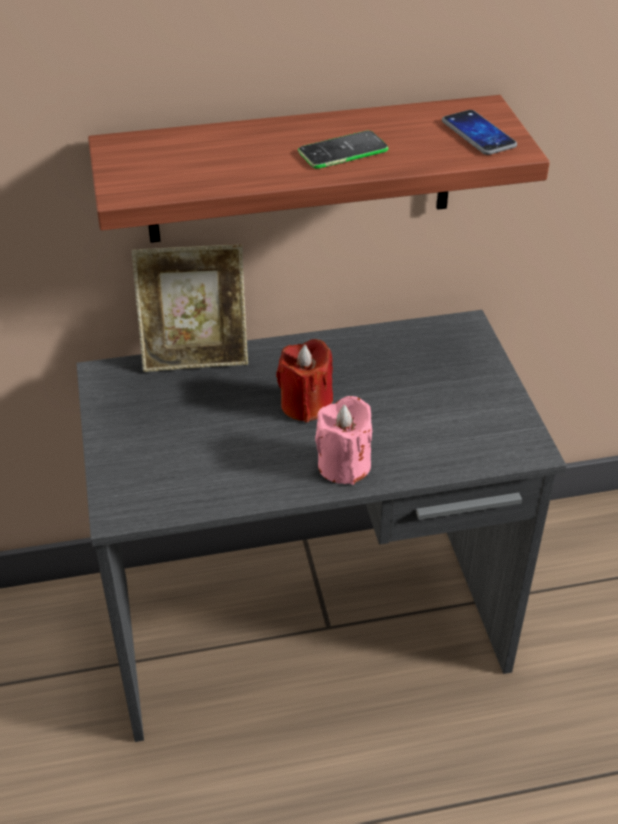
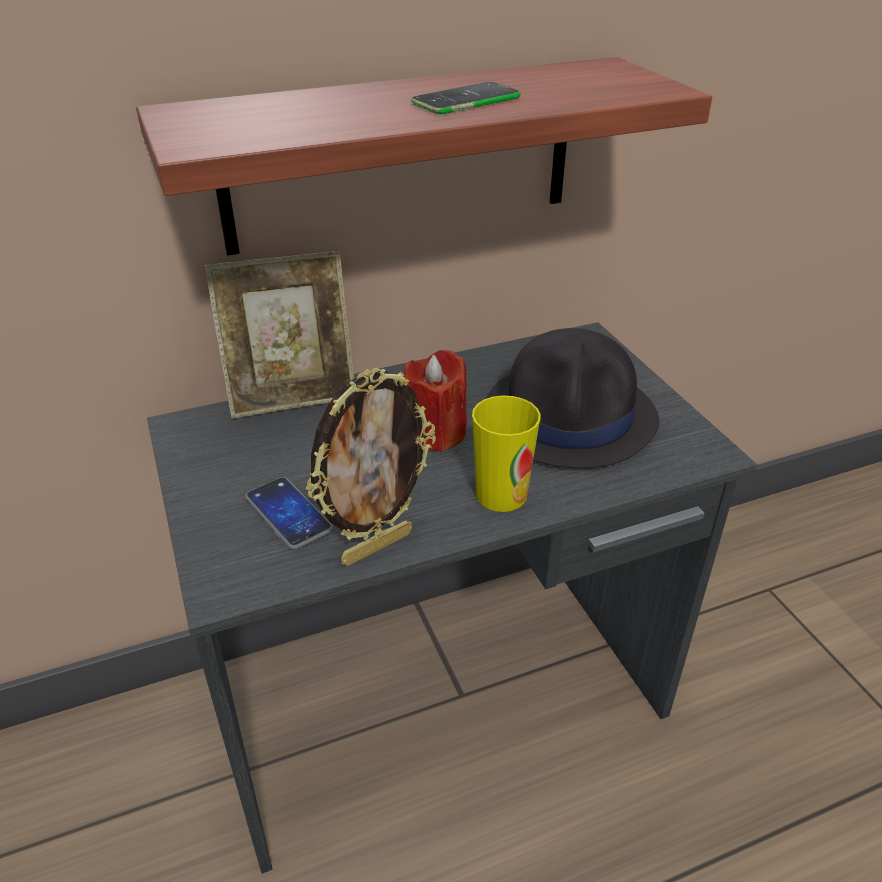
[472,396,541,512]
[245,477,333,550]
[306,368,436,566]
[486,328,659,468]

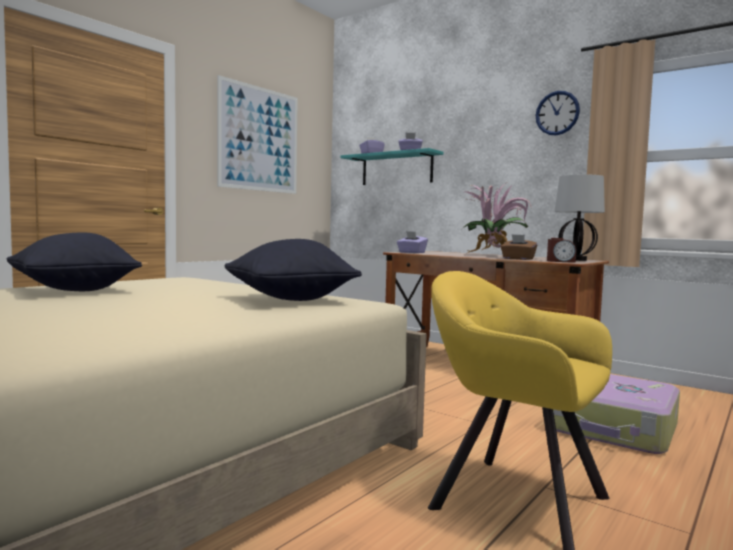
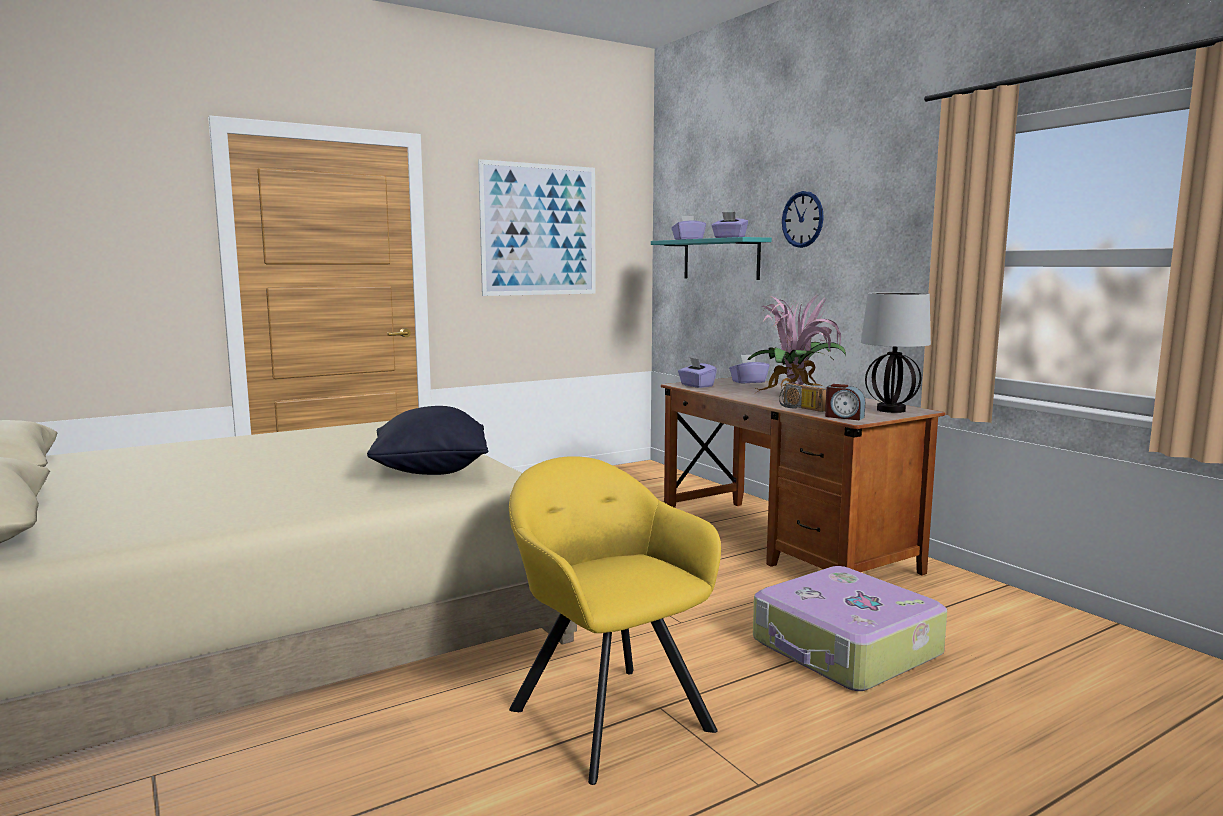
[7,233,142,291] (first image)
[779,383,826,412]
[782,191,824,248]
[729,355,769,383]

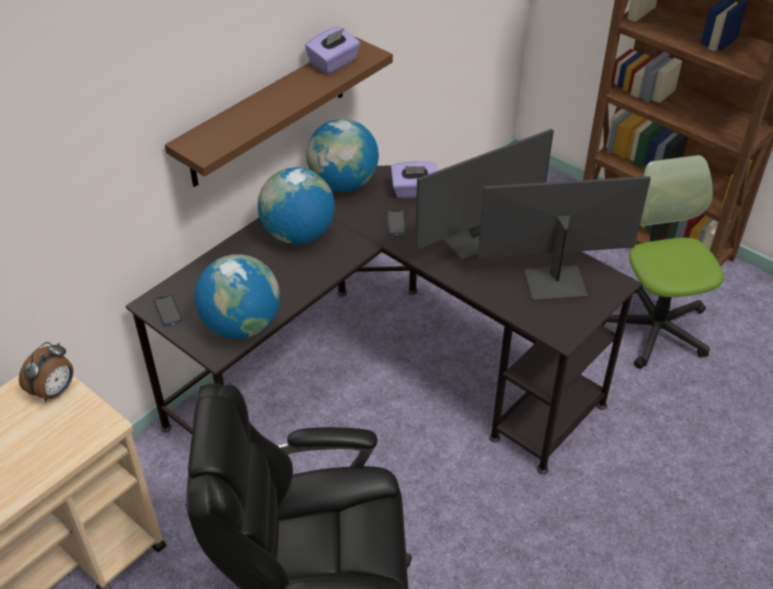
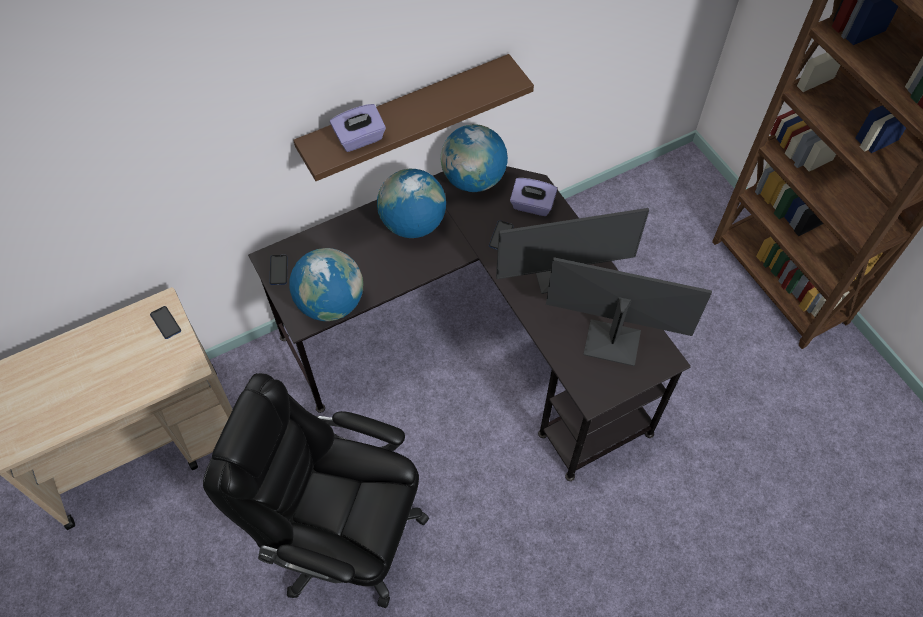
[150,306,181,339]
[330,104,386,152]
[601,155,724,369] (first image)

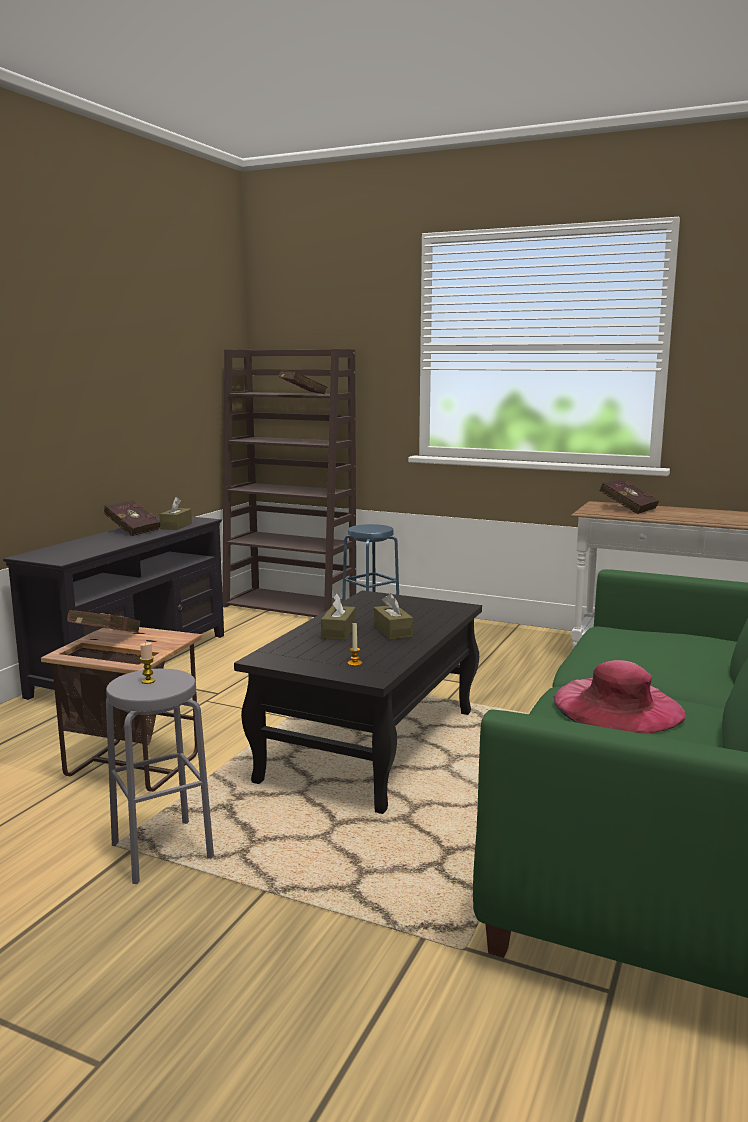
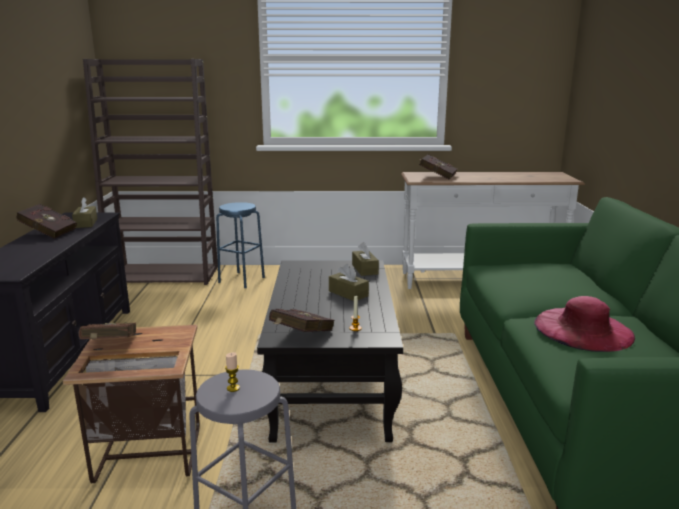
[269,309,335,332]
[352,242,379,276]

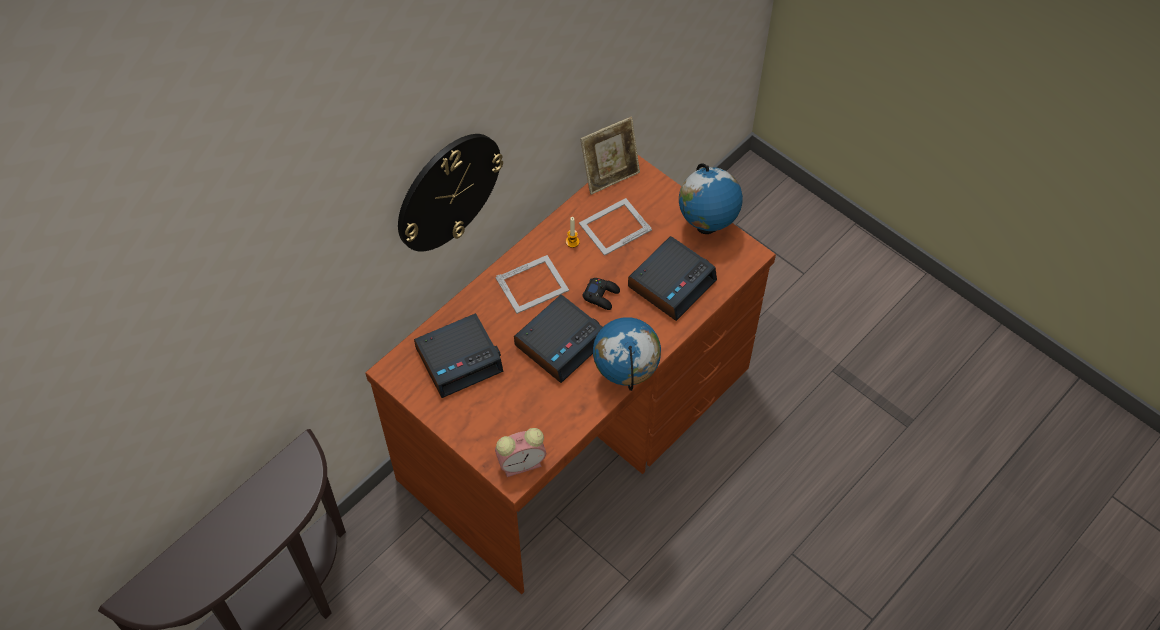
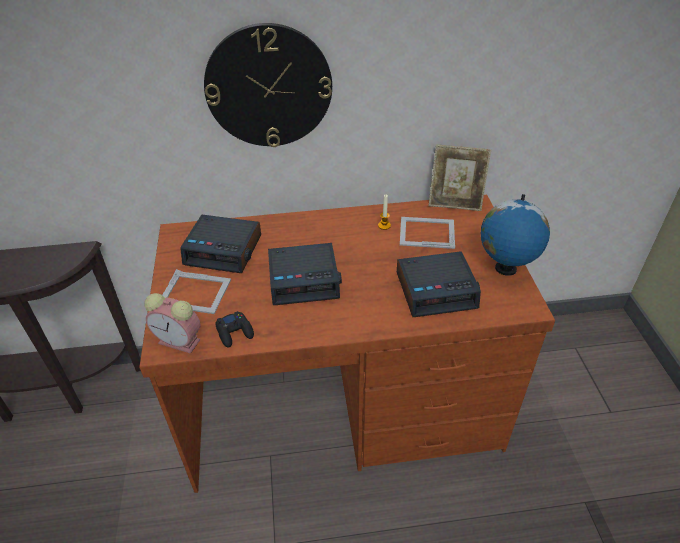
[162,269,231,314]
[215,311,254,348]
[593,317,661,391] (first image)

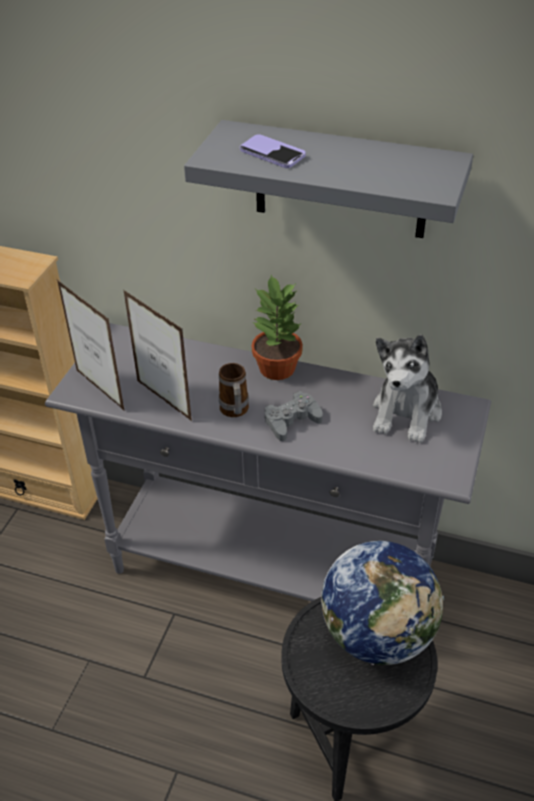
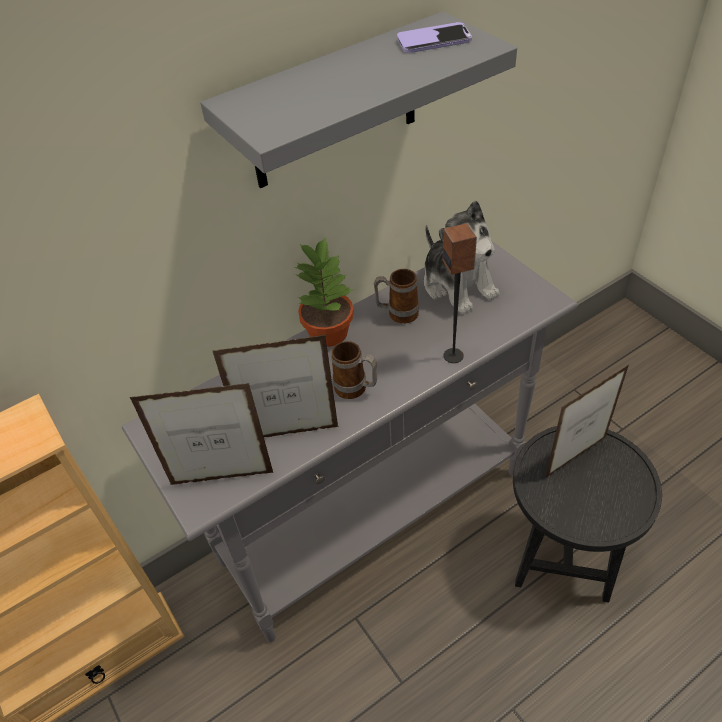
[397,22,472,53]
[265,391,323,441] (first image)
[545,365,629,478]
[374,269,419,324]
[443,223,477,363]

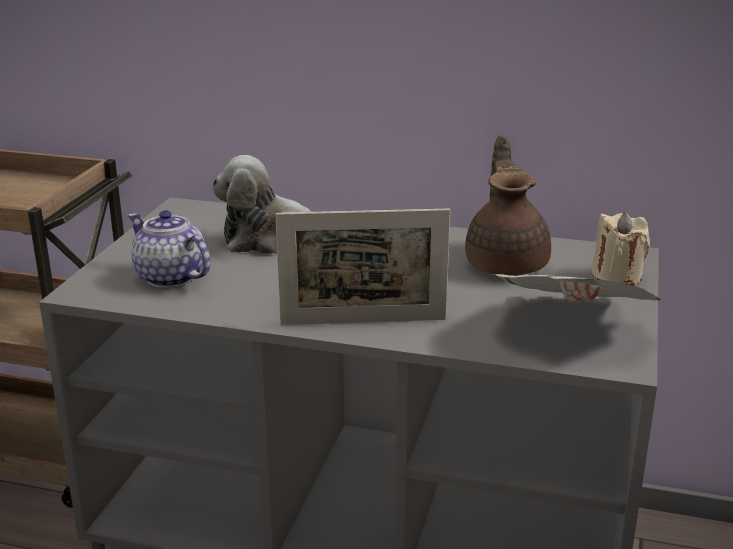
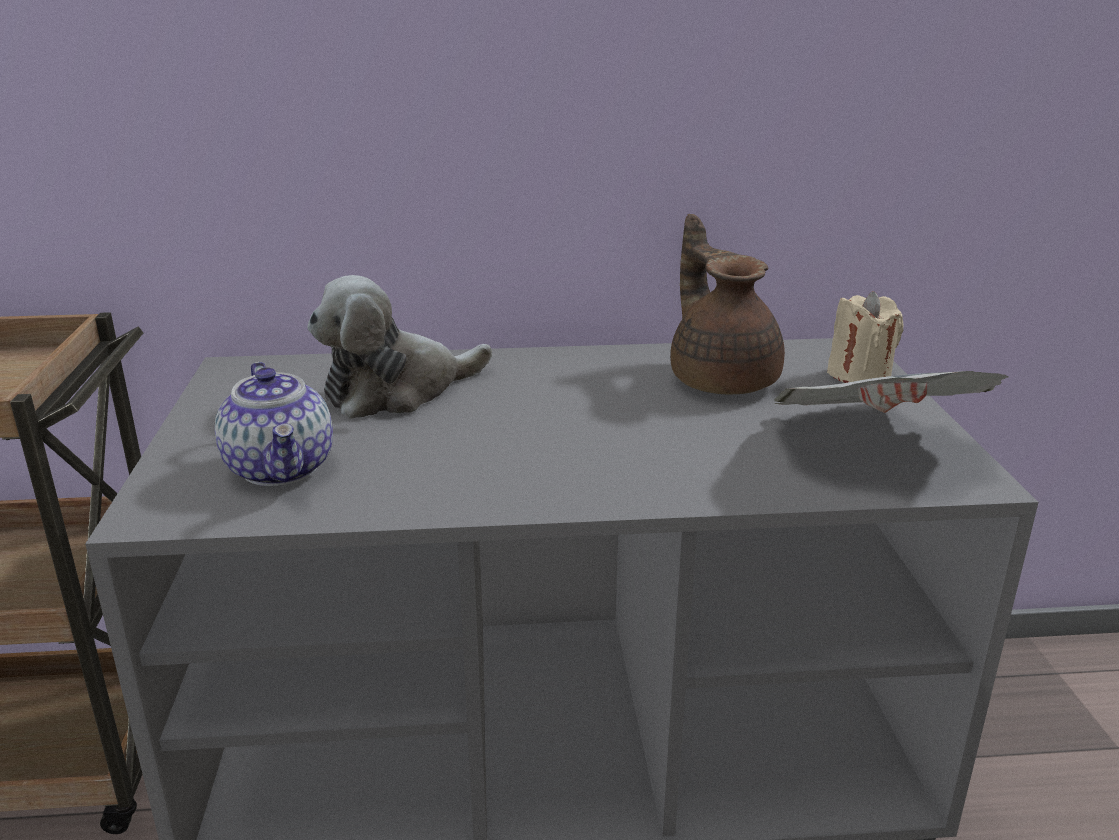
[215,362,333,486]
[276,209,450,325] (first image)

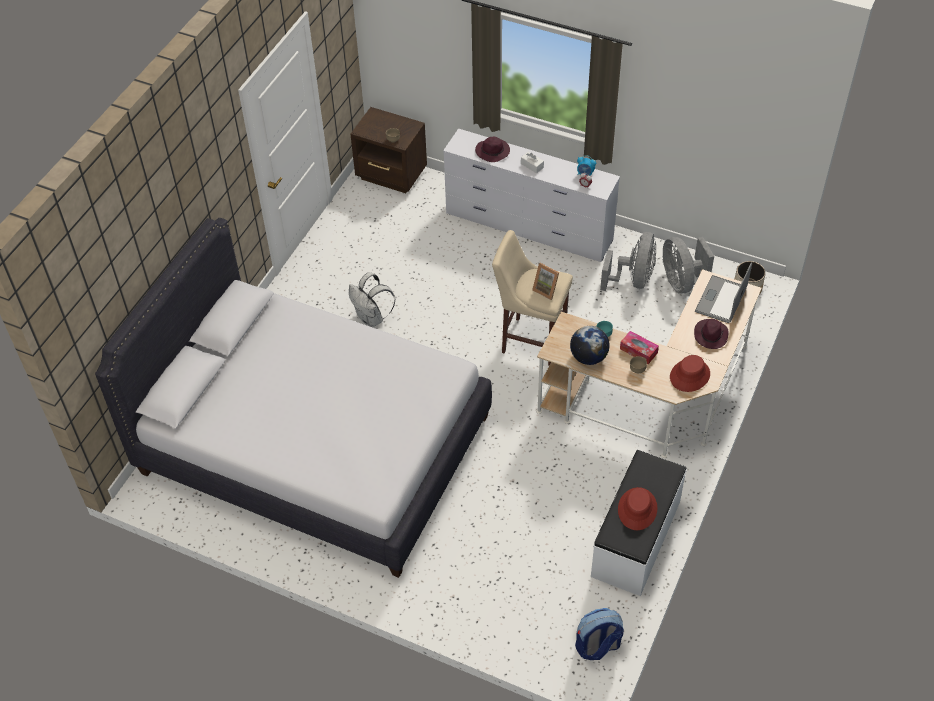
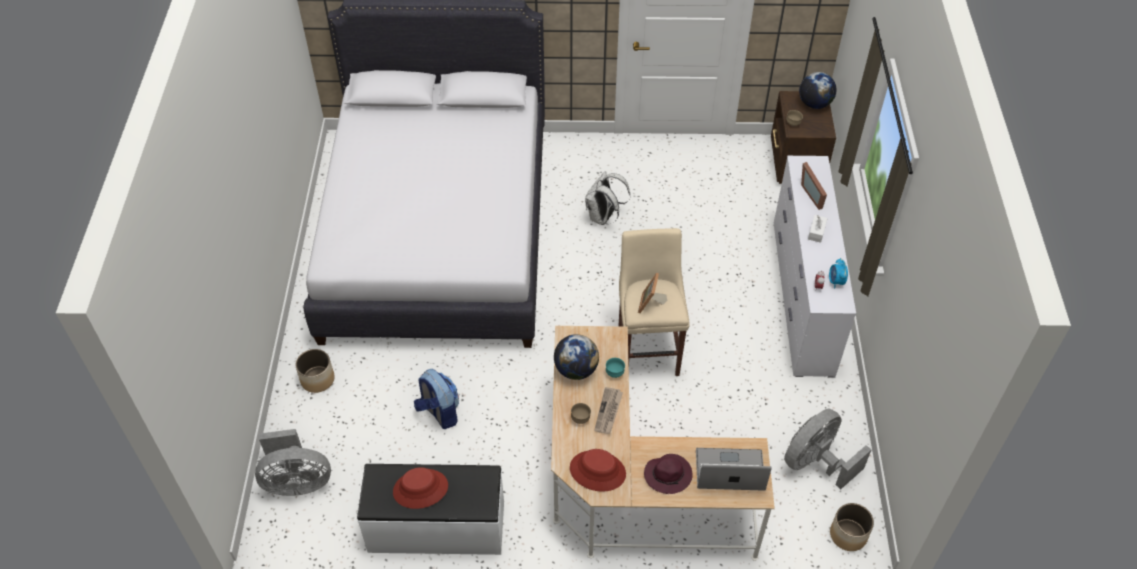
[801,162,827,210]
[414,369,459,429]
[255,429,331,496]
[594,387,623,434]
[296,349,335,393]
[799,72,837,109]

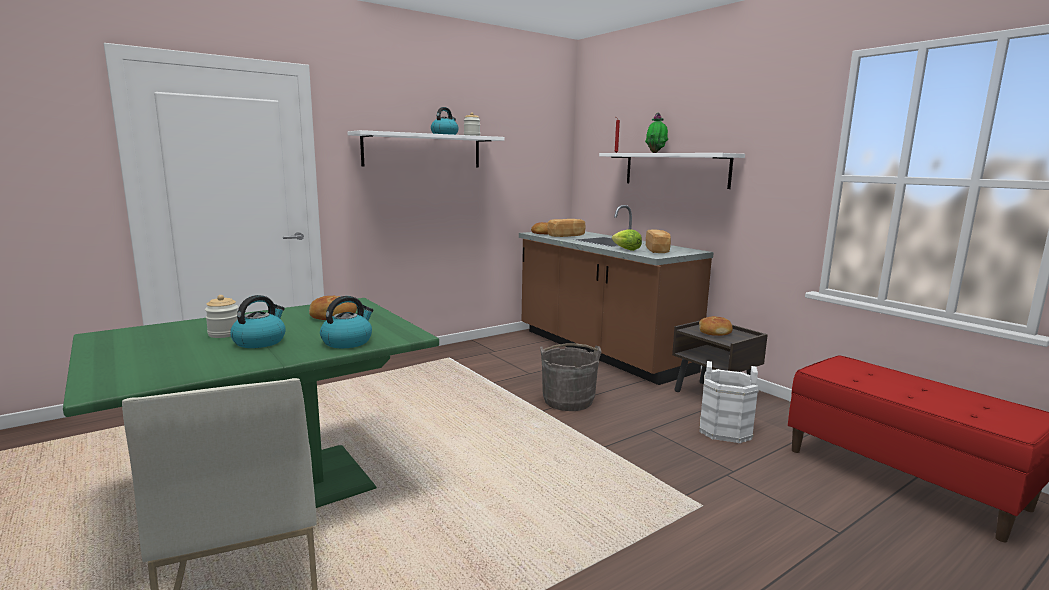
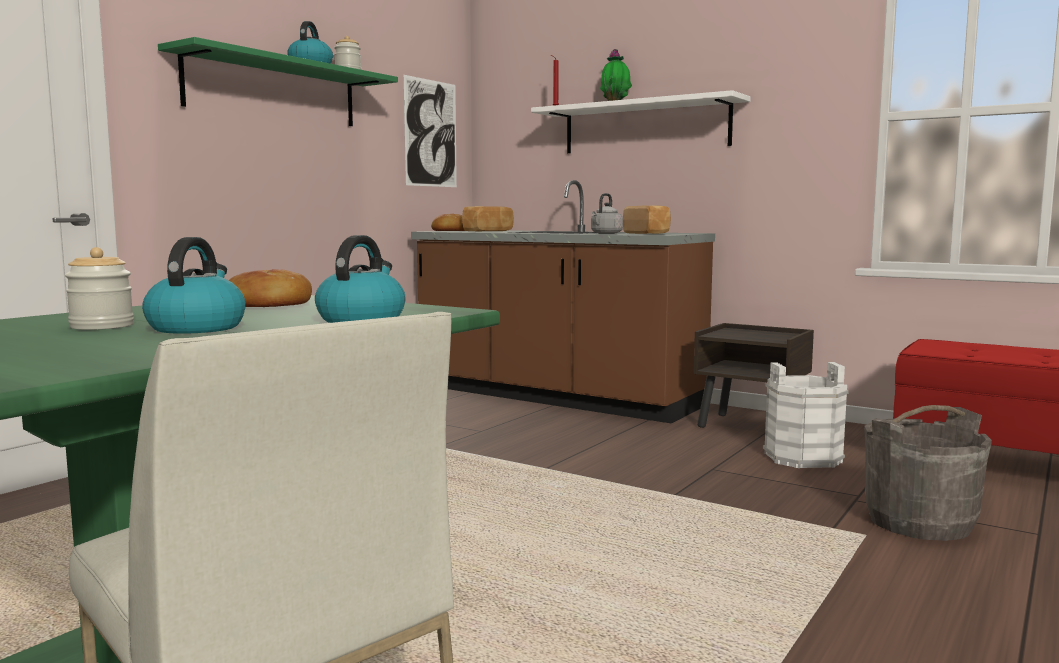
[158,37,398,126]
[864,405,992,541]
[591,193,623,234]
[699,316,733,336] (first image)
[403,75,457,187]

